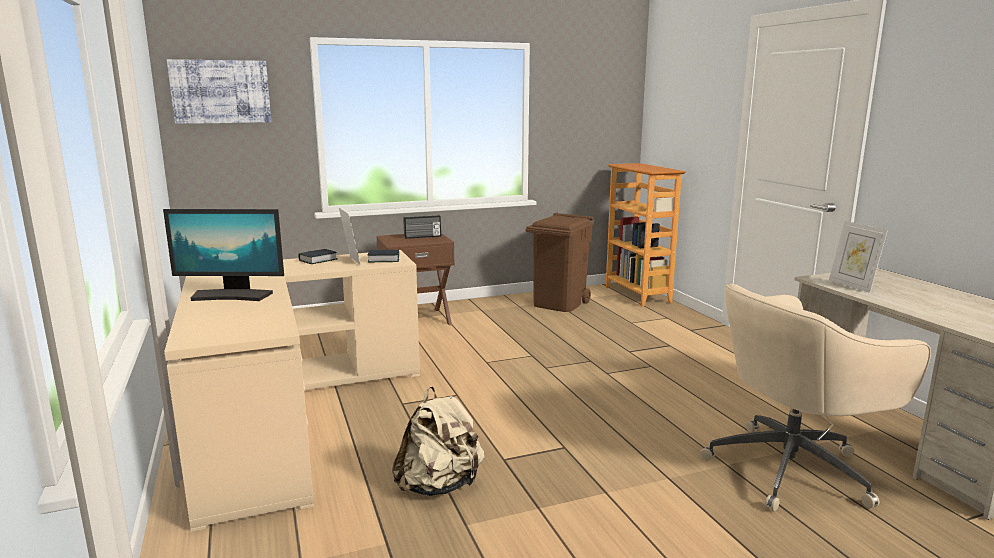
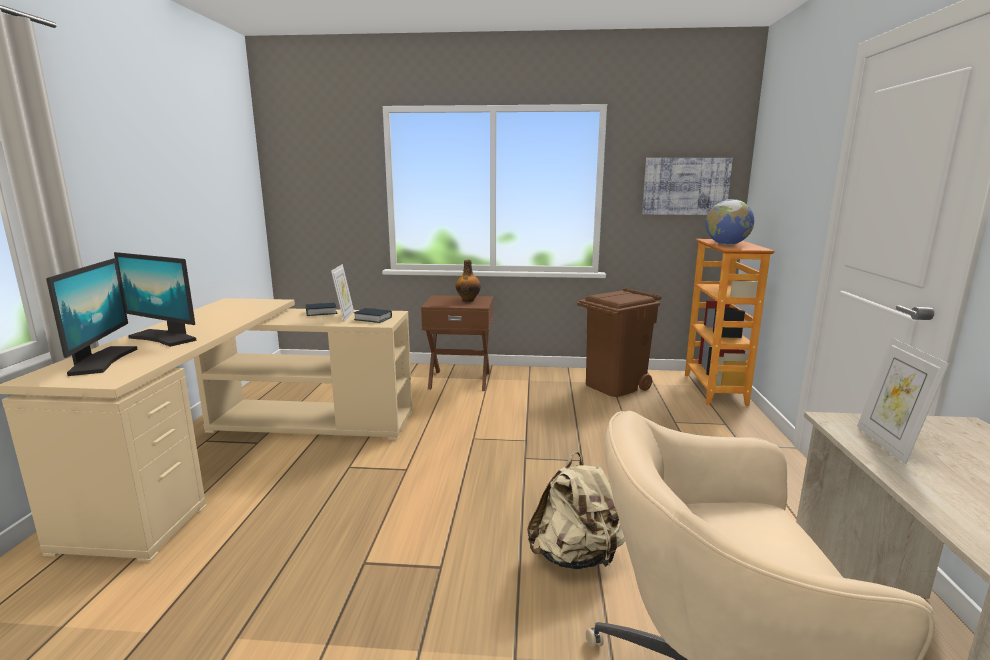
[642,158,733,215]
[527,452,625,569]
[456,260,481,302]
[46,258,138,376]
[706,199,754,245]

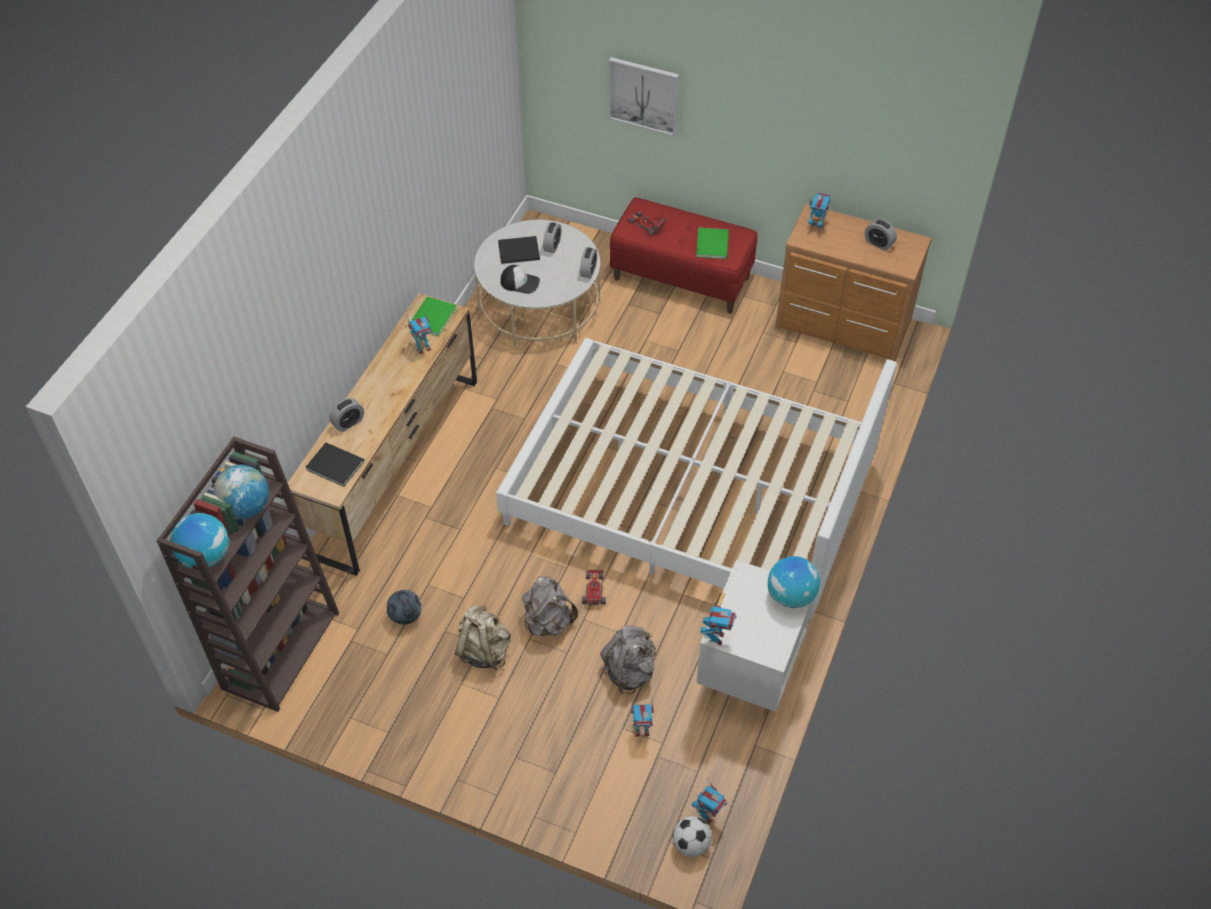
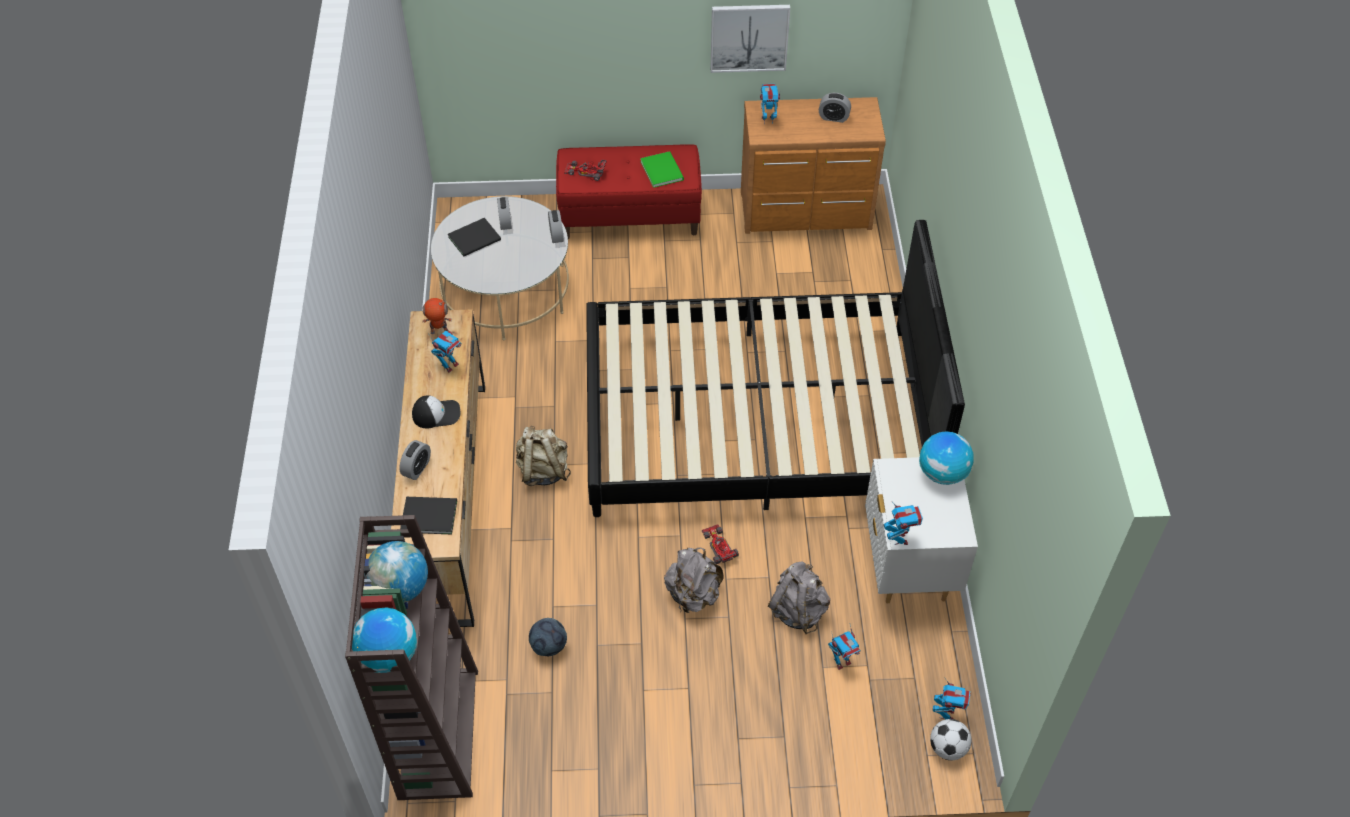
[423,298,452,334]
[516,426,571,486]
[586,220,965,517]
[412,395,460,429]
[711,5,790,73]

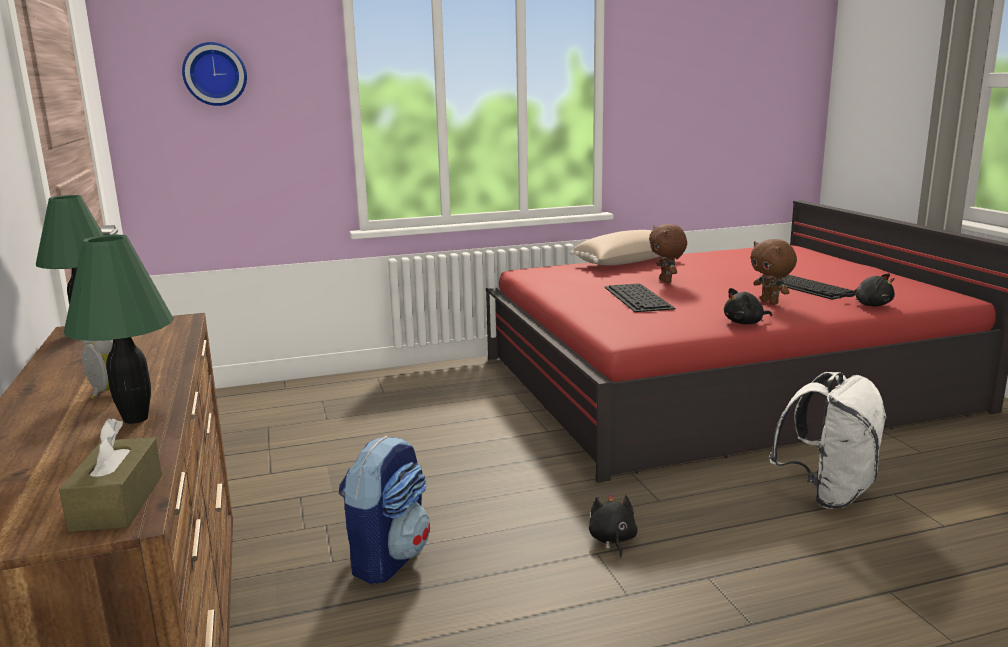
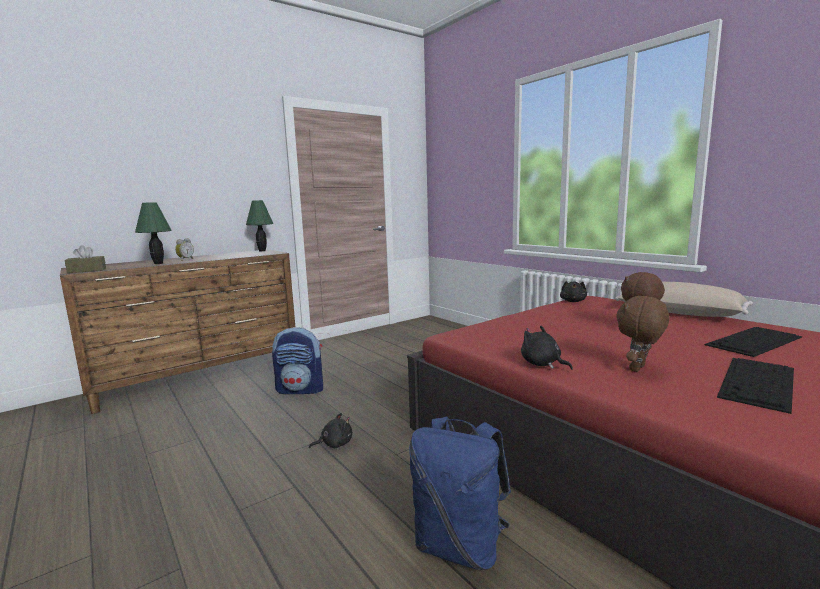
[182,42,247,106] (first image)
[705,327,802,357]
[409,416,511,570]
[560,281,587,302]

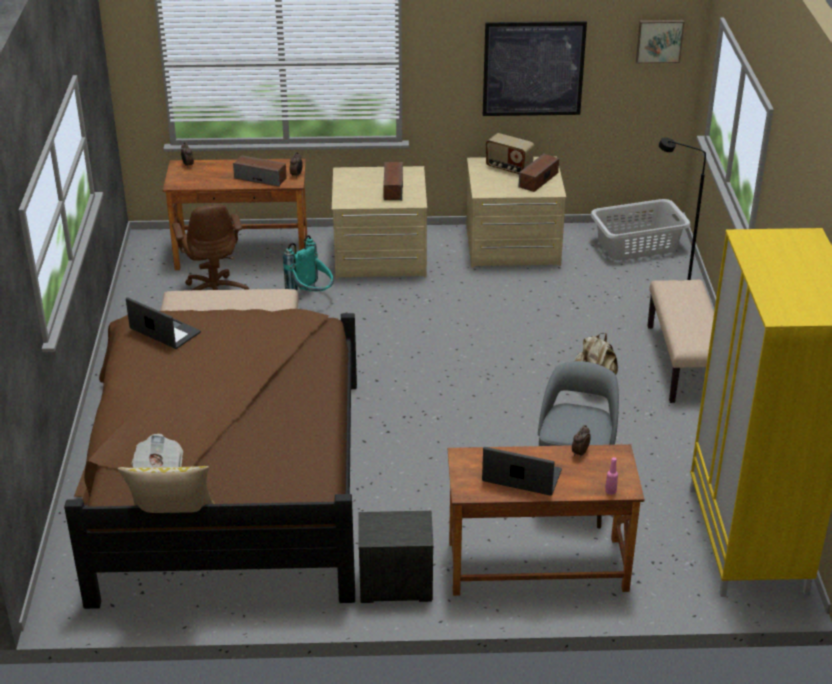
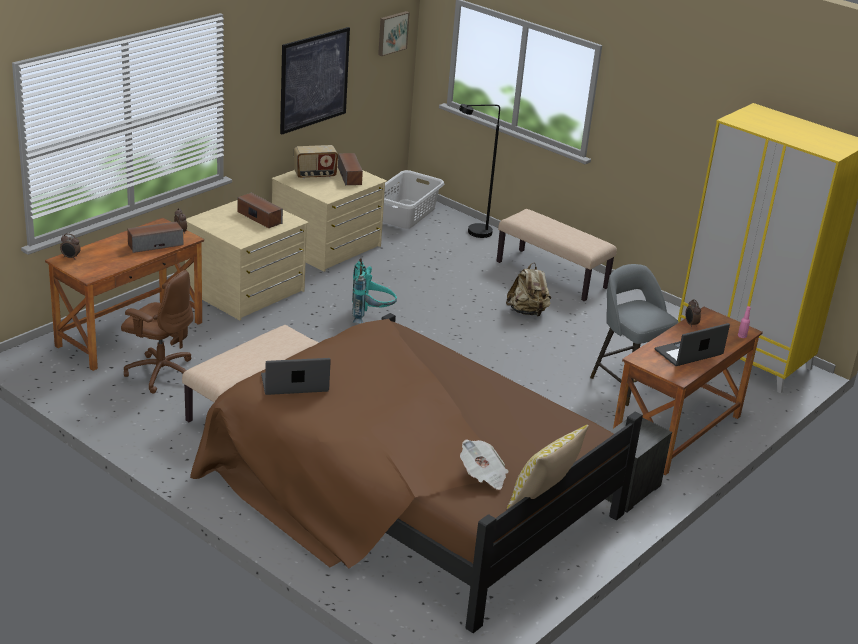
[352,258,397,323]

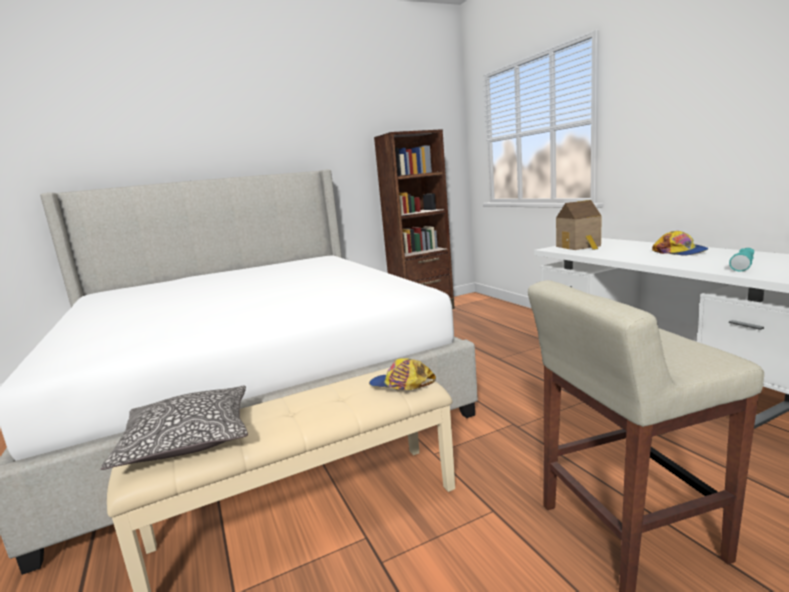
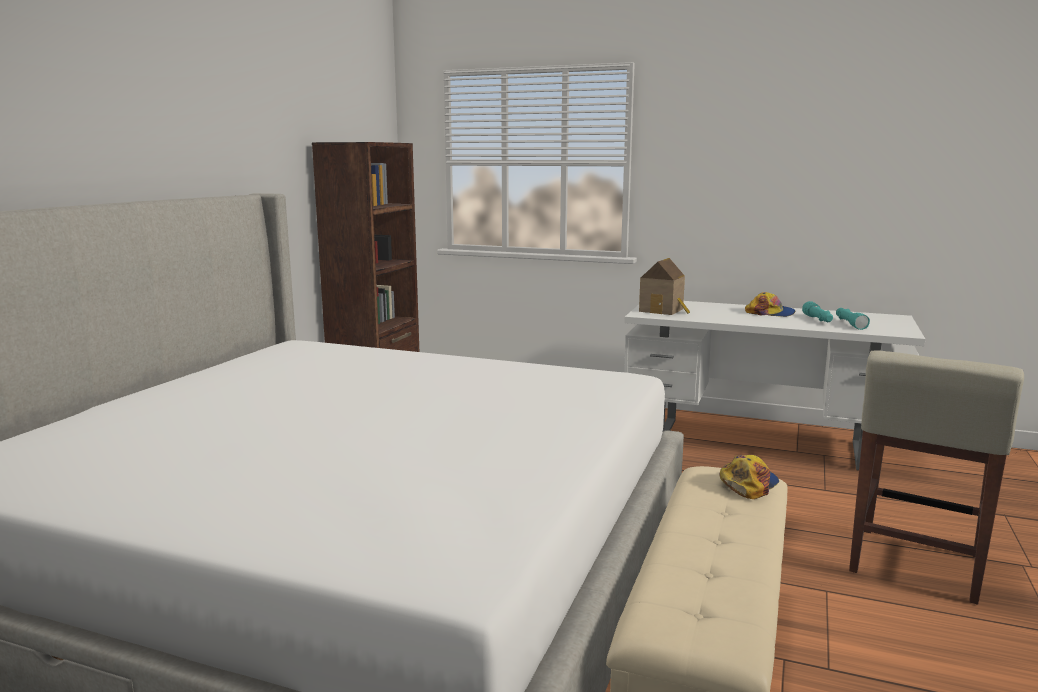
[101,385,248,470] (first image)
[720,455,779,499]
[802,301,833,322]

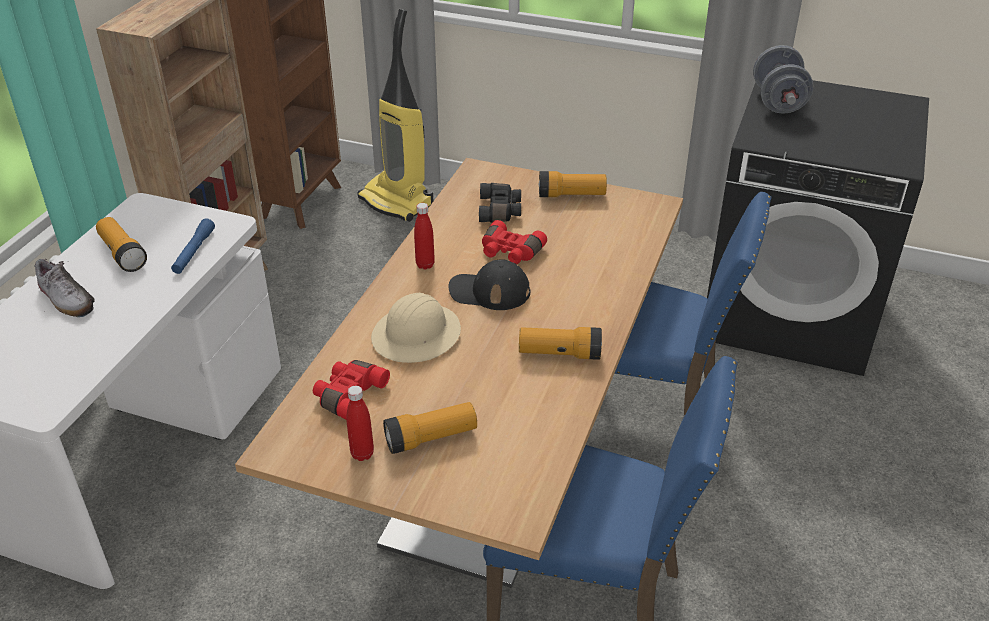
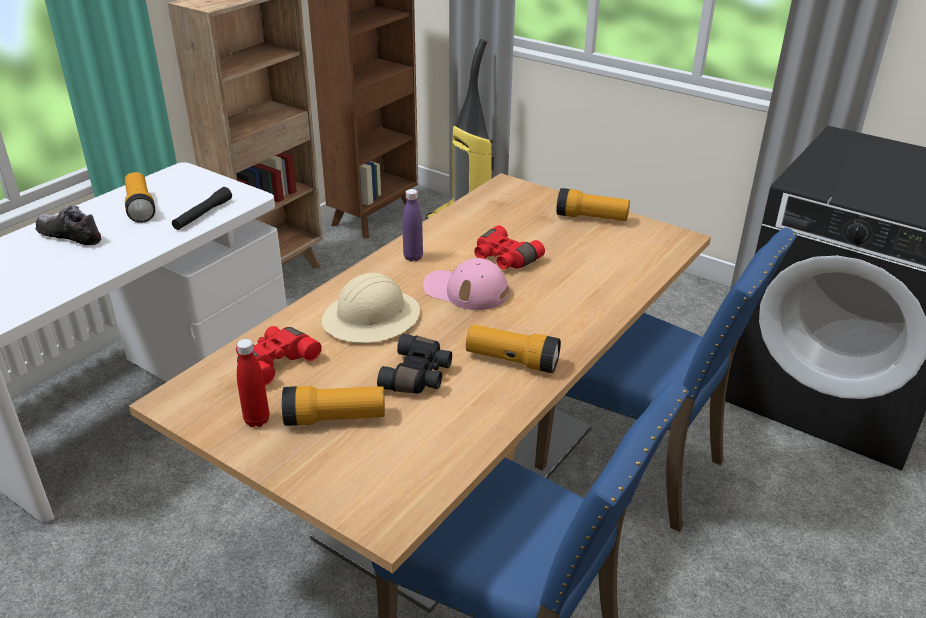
[36,205,102,245]
[172,187,232,230]
[402,189,423,261]
[423,258,509,310]
[377,334,452,394]
[753,45,814,114] (first image)

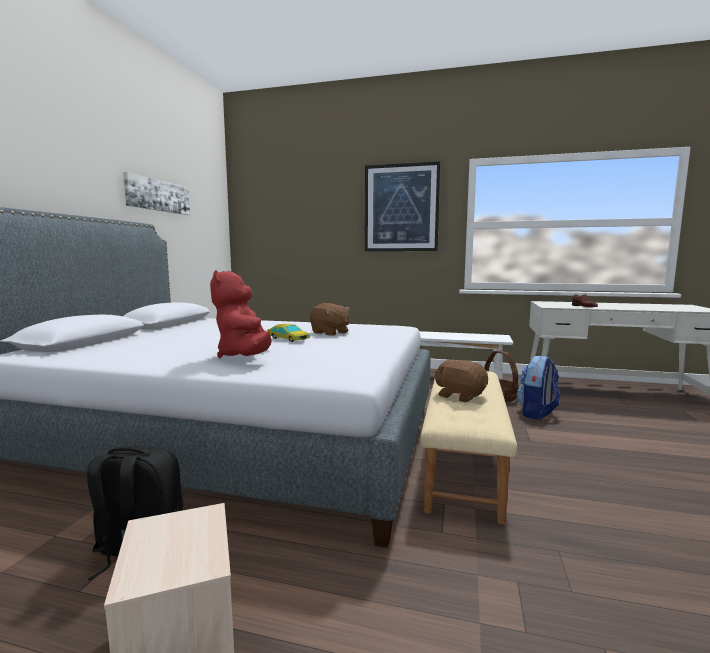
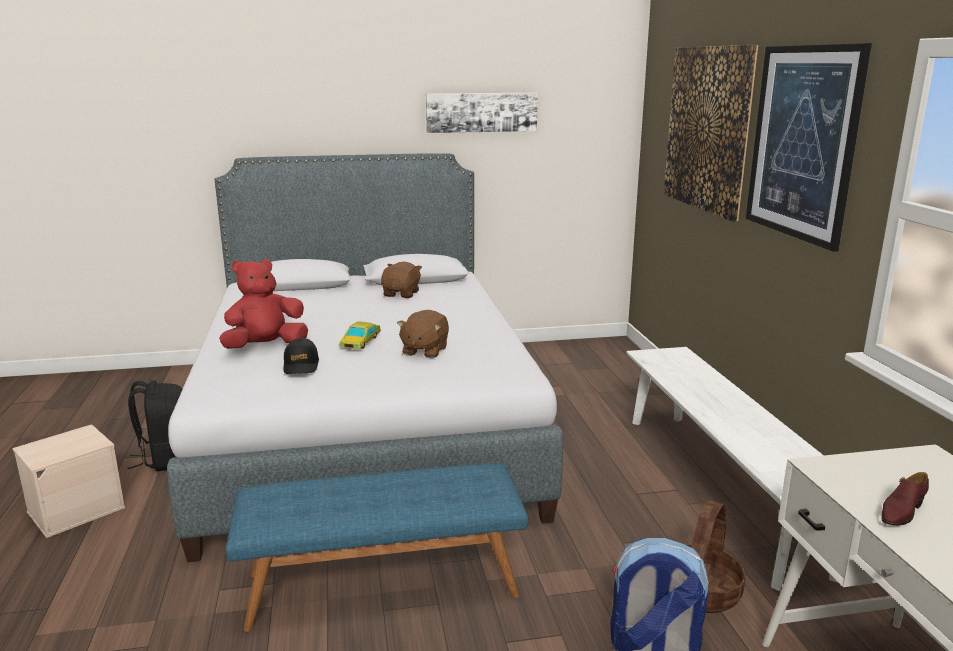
[226,463,528,632]
[381,262,422,298]
[283,338,319,374]
[664,45,758,221]

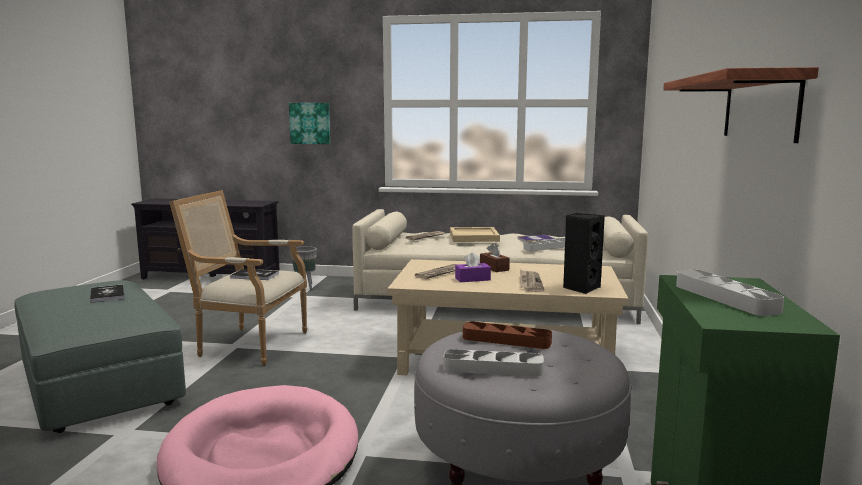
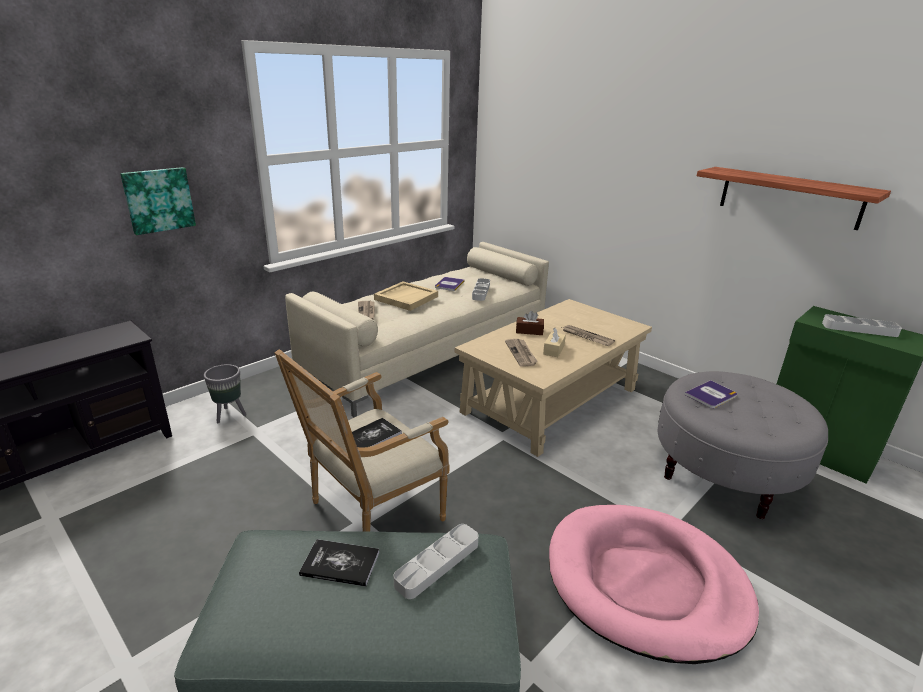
[394,524,479,599]
[543,328,566,357]
[684,380,737,408]
[563,213,605,294] (first image)

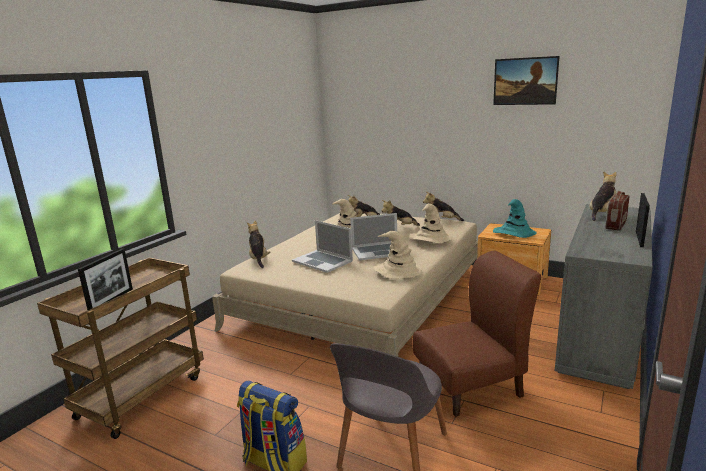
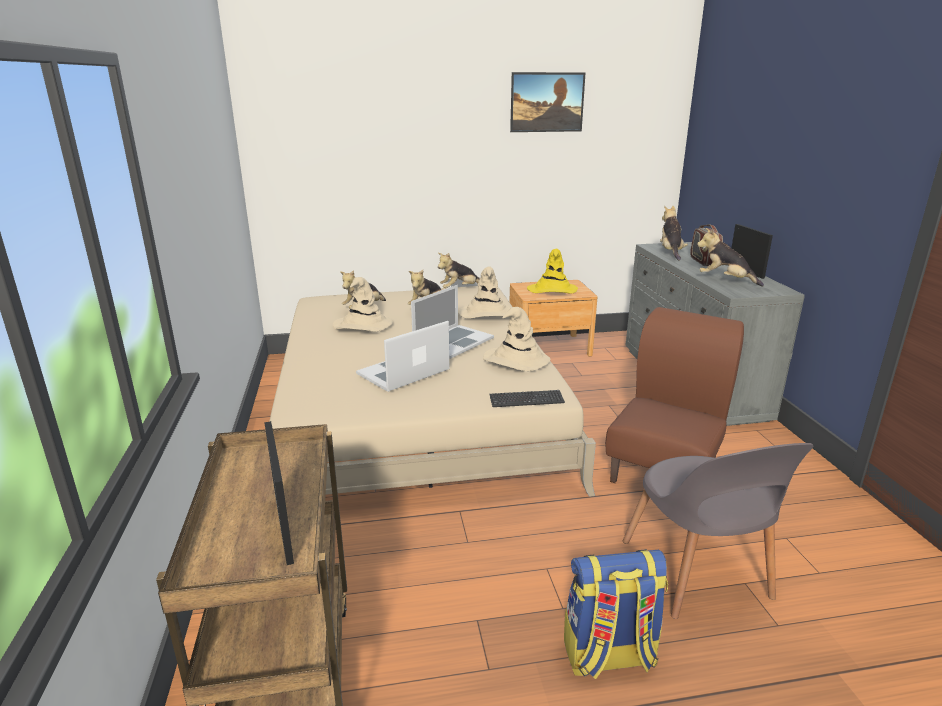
[697,228,764,287]
[356,321,449,392]
[527,249,578,293]
[489,390,565,407]

